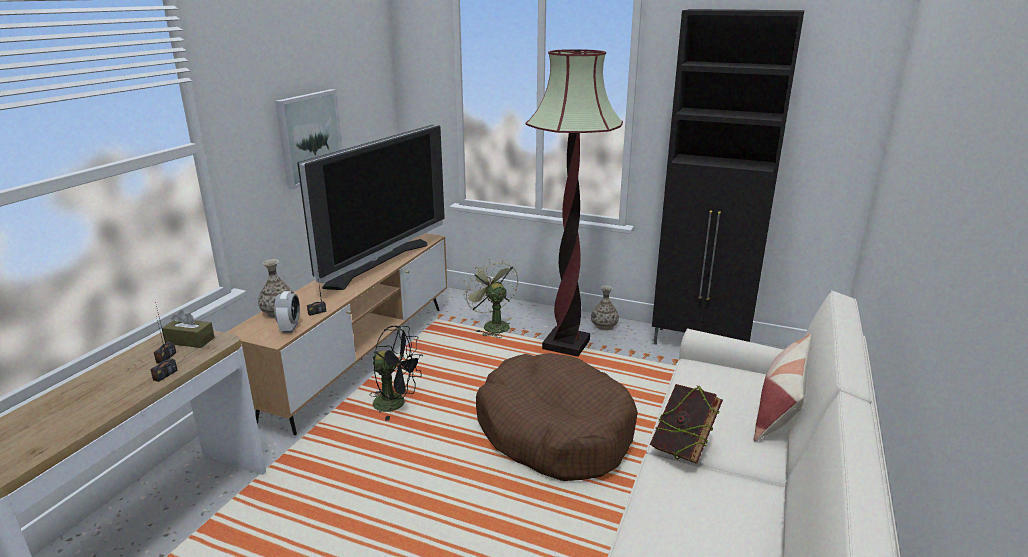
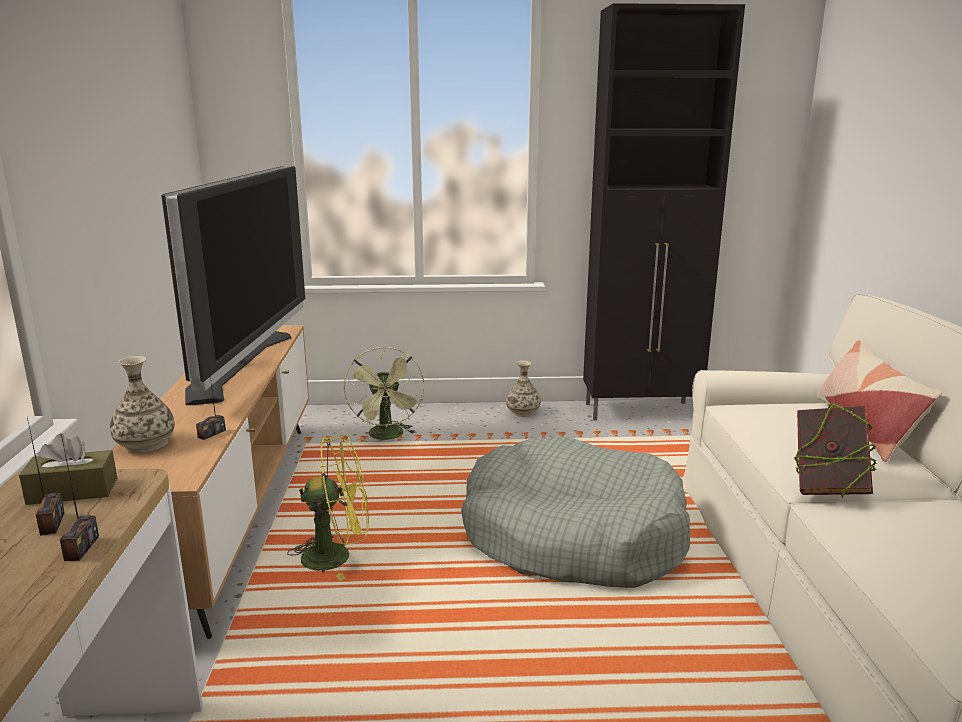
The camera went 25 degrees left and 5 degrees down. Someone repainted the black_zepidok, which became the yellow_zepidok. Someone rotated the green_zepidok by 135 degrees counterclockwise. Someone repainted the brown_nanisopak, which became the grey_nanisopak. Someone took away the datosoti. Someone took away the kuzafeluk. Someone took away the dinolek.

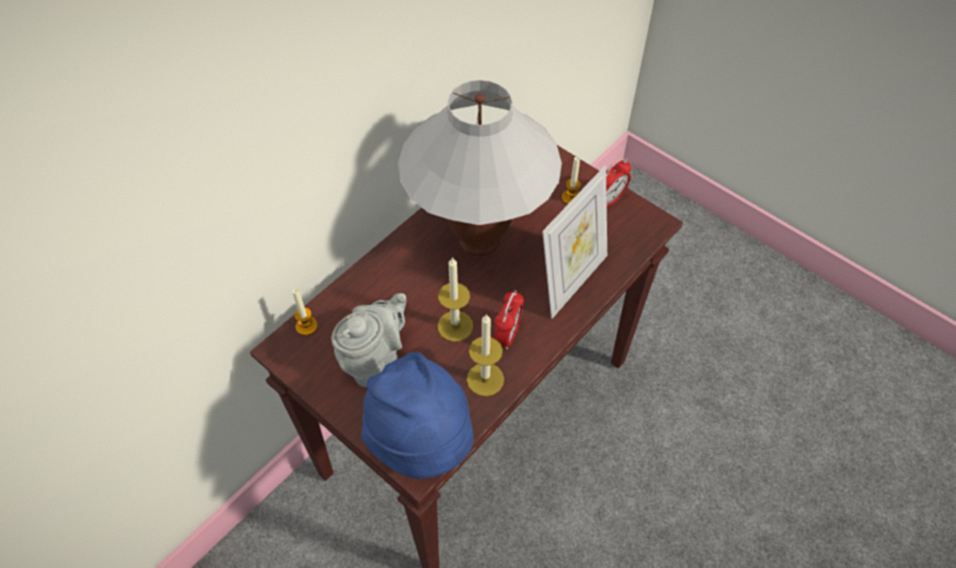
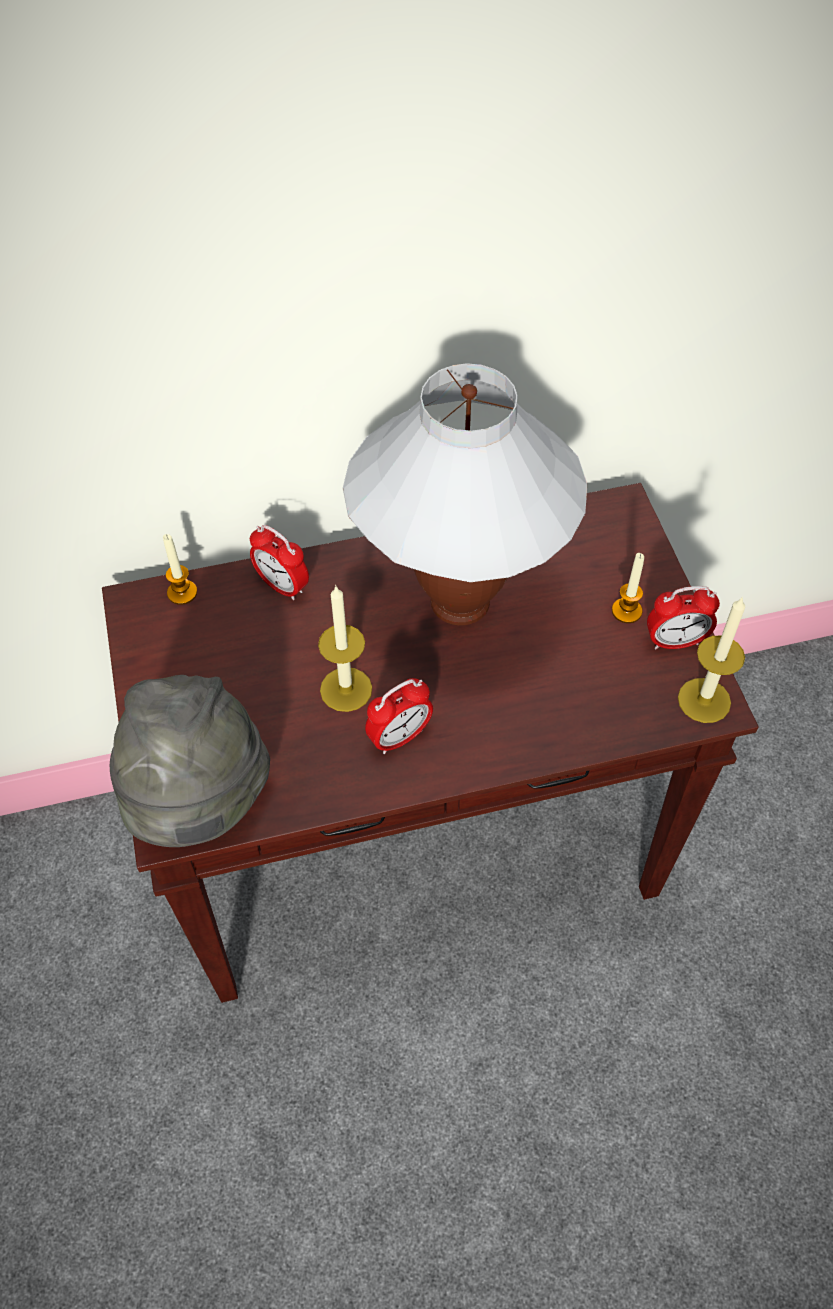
The camera went 35 degrees right and 0 degrees up. Someone repainted the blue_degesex, which became the grey_degesex. Someone put down the datosoti (no. 1 from left). Someone carried the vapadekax (no. 3 from left in the first image). Someone took away the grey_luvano. Someone took away the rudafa.

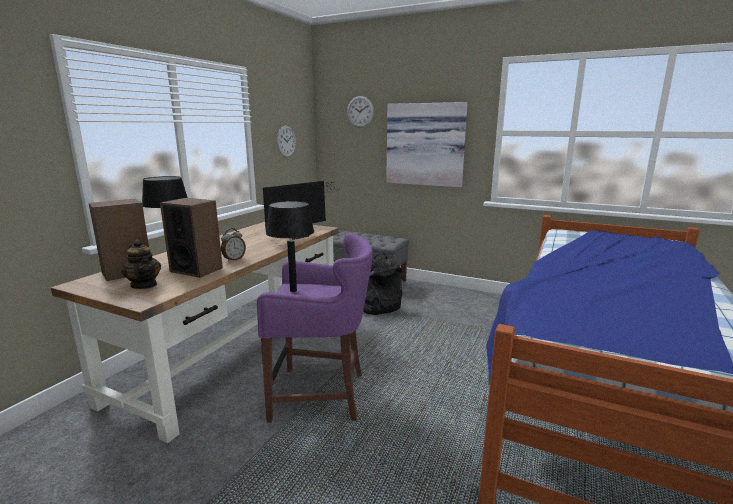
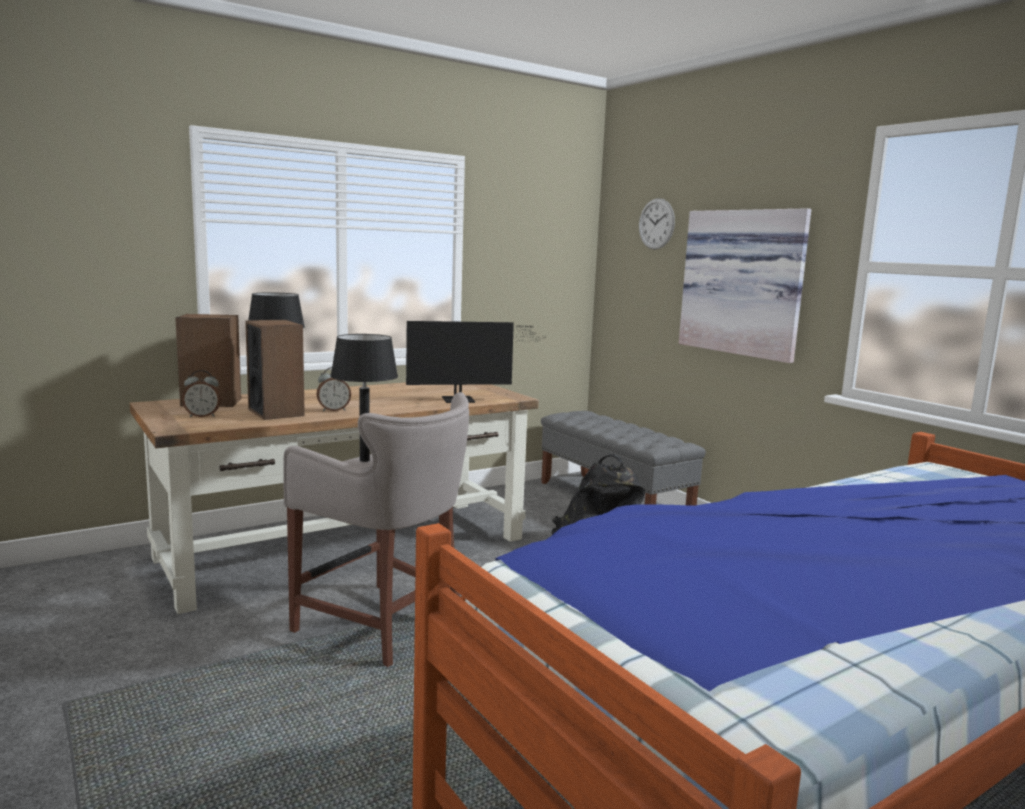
The camera went 30 degrees right and 5 degrees down. Someone swapped the luvano for the datosoti (no. 1 from left). Someone repainted the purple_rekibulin, which became the grey_rekibulin. Someone took away the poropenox (no. 1 from left).

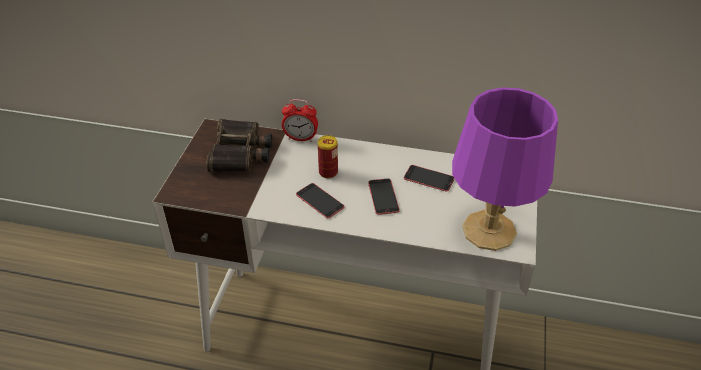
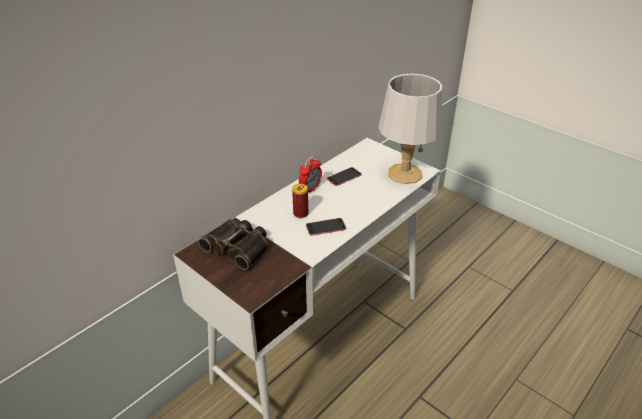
The camera went 60 degrees left and 5 degrees down. Someone carried the datosoti. Someone repainted the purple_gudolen, which became the grey_gudolen. Someone took away the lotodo (no. 2 from left).

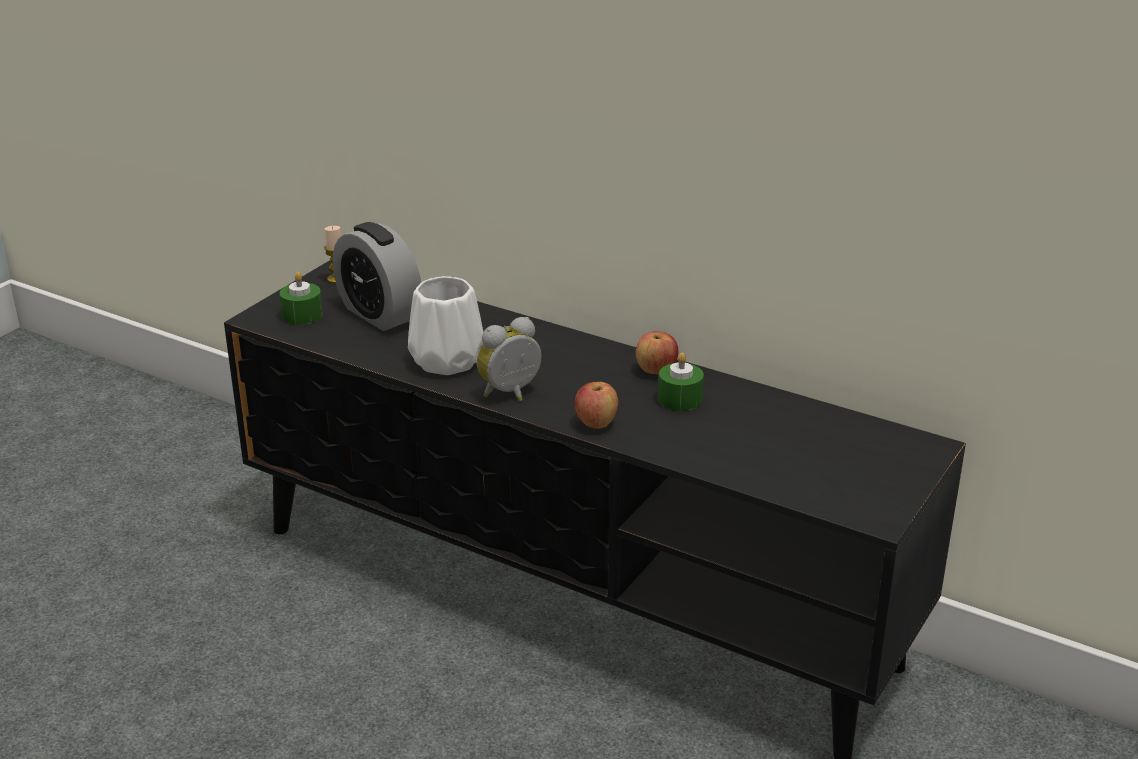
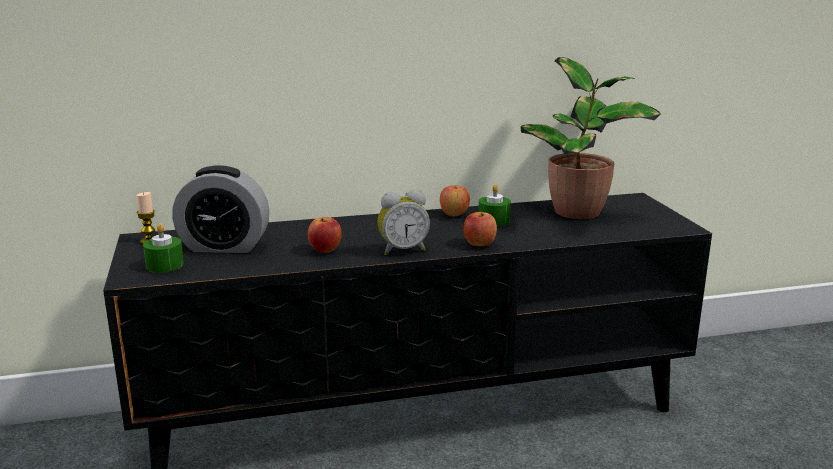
The camera went 45 degrees left and 10 degrees down. Someone swapped the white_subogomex for the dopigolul (no. 1 from left). Someone rotated the datosoti (no. 2 from left) by 120 degrees counterclockwise. Someone put down the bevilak.

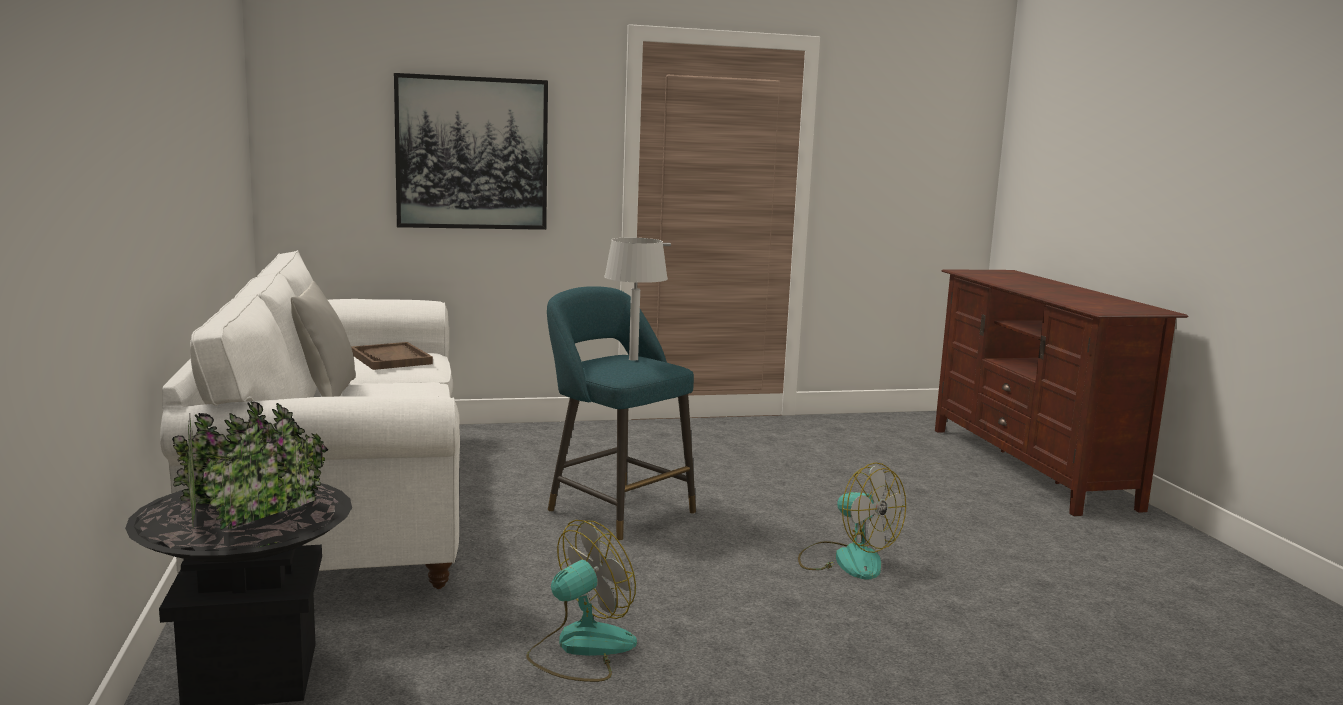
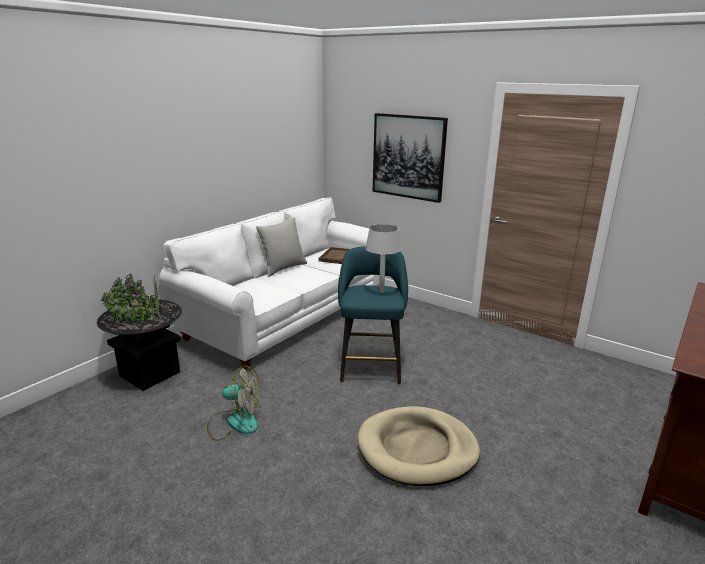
The camera went 50 degrees right and 10 degrees up. Someone swapped the zepidok (no. 2 from left) for the beige_nanisopak.

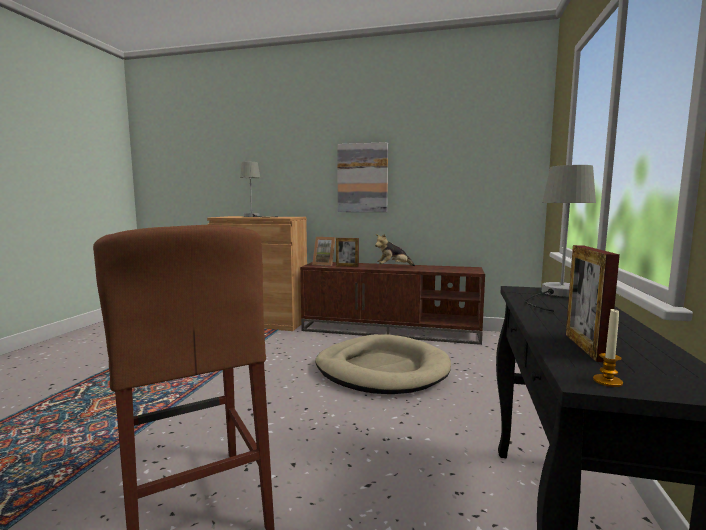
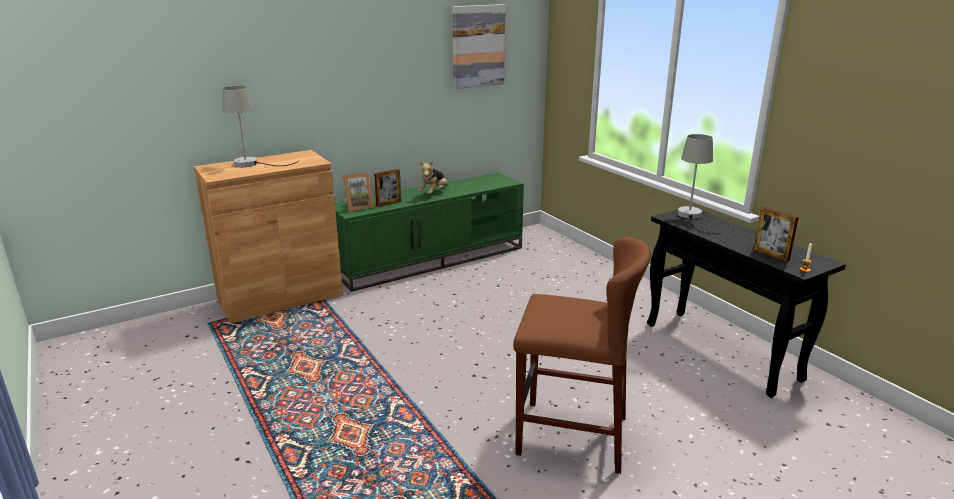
The camera went 45 degrees left and 15 degrees up. Someone repainted the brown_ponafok, which became the green_ponafok. Someone carried the kuzafeluk. Someone took away the beige_nanisopak.

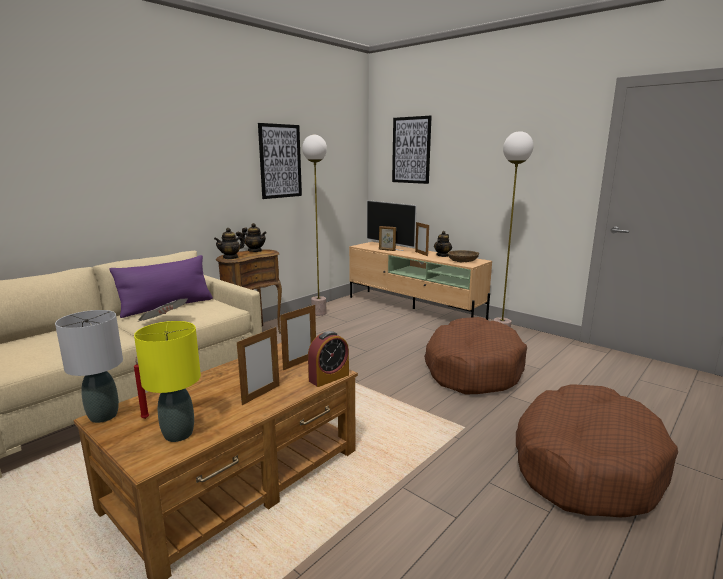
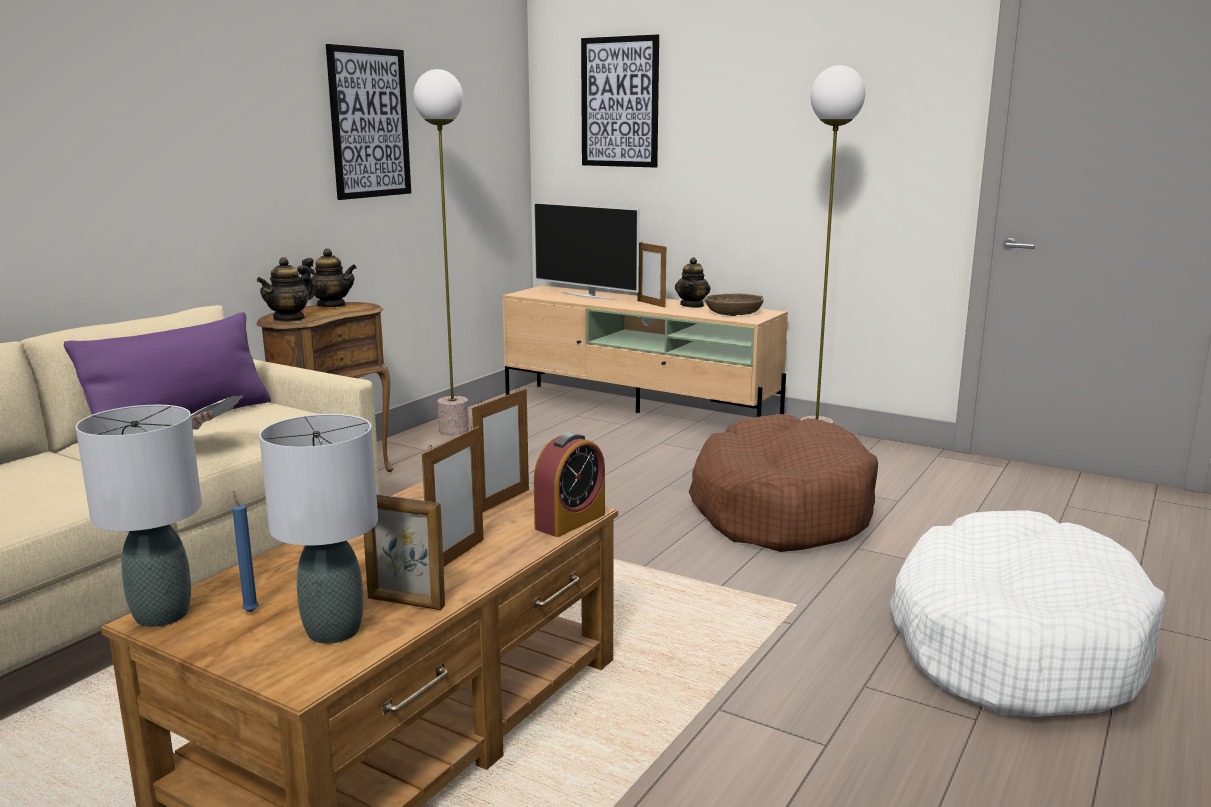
The camera went 10 degrees left and 0 degrees up. Someone repainted the red_vapadekax, which became the blue_vapadekax. Someone repainted the yellow_gudolen, which became the grey_gudolen (no. 2 from left). Someone carried the rudafa (no. 3 from left in the first image). Someone repainted the brown_nanisopak (no. 2 from left), which became the white_nanisopak.

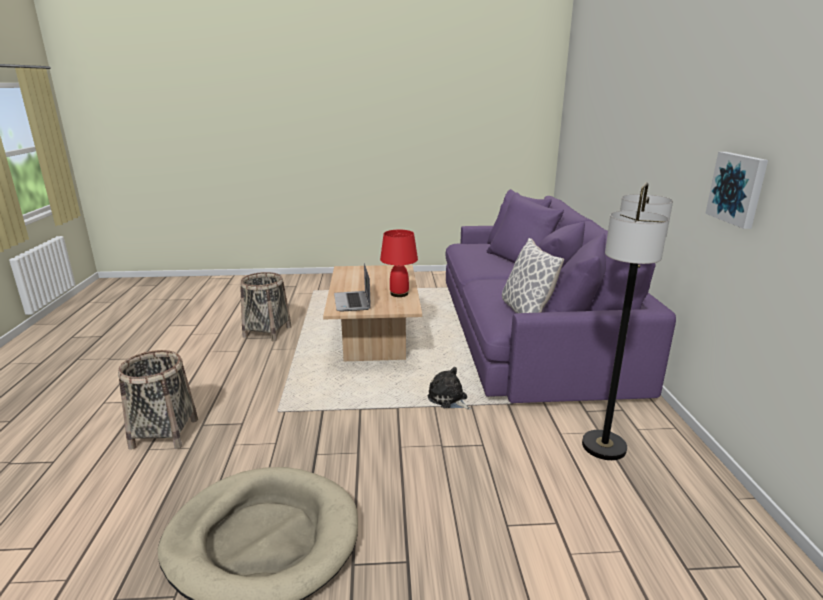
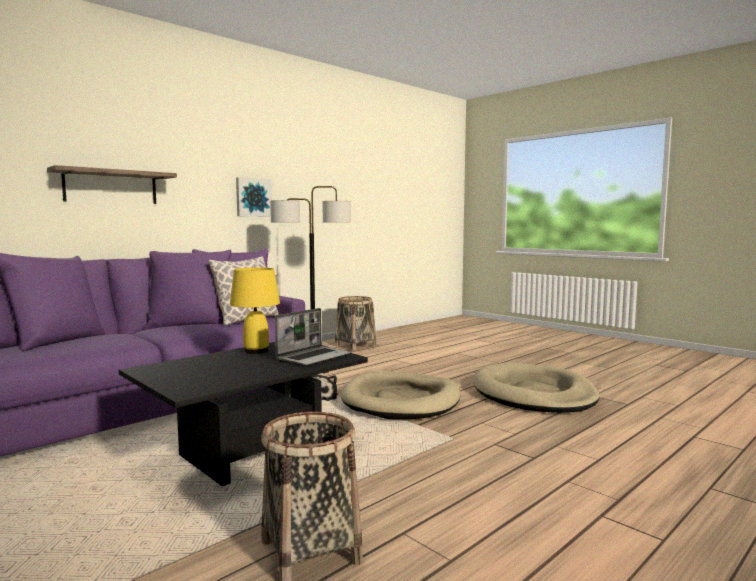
The camera went 130 degrees left and 15 degrees down. Someone put up the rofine. Someone repainted the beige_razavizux, which became the black_razavizux. Someone repainted the red_gudolen, which became the yellow_gudolen. Someone carried the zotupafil (no. 1 from left in the first image). Someone put down the beige_nanisopak (no. 1 from left).

